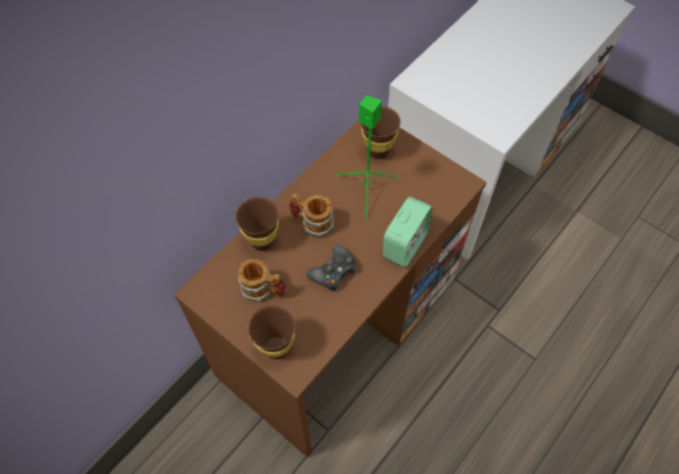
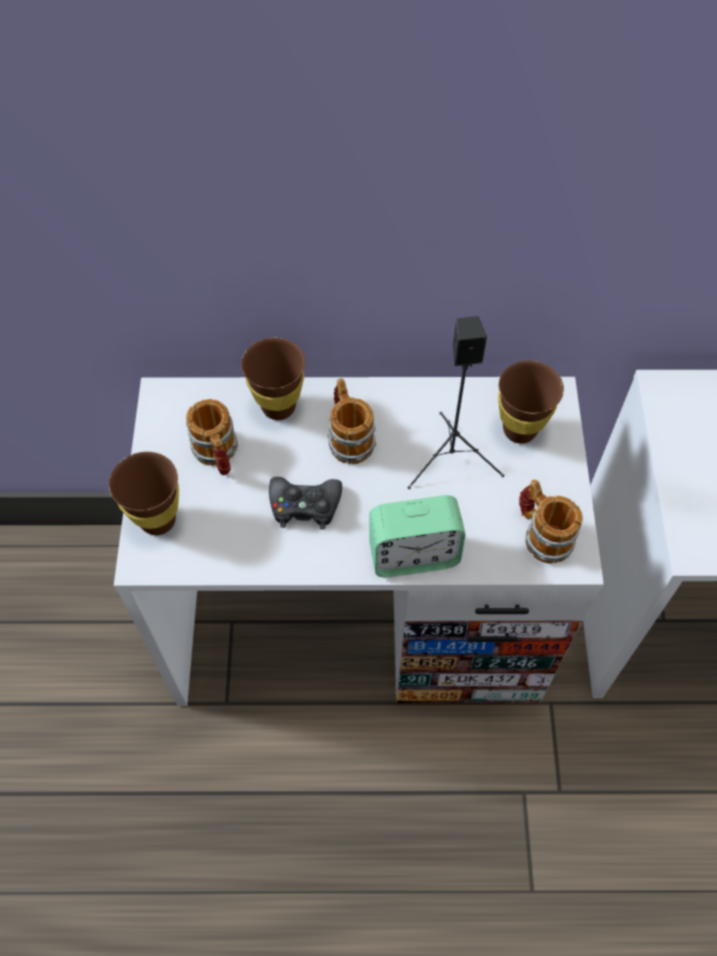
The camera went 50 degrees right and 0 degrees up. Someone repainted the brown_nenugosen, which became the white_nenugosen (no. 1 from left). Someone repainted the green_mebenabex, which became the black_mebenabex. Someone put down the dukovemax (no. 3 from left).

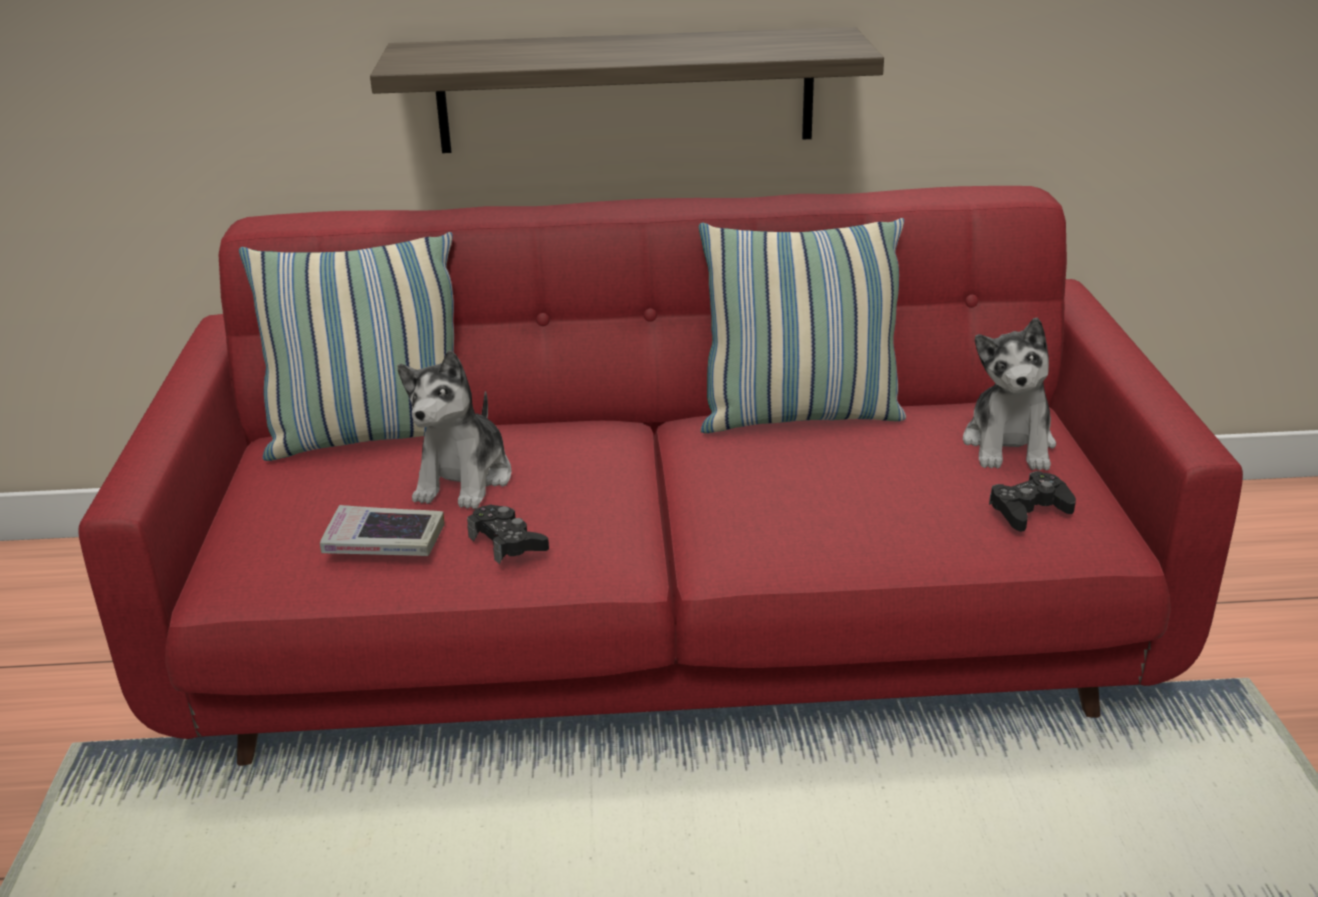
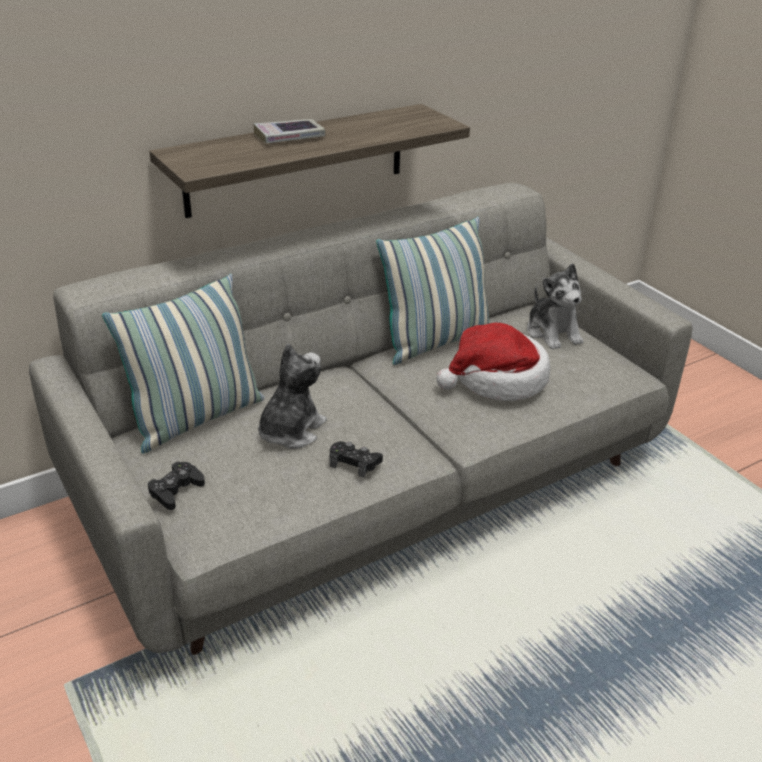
The camera went 30 degrees left and 5 degrees up. Someone repainted the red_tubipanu, which became the grey_tubipanu. Someone carried the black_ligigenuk (no. 2 from left in the first image). Someone carried the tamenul. Someone rotated the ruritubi (no. 1 from left) by 135 degrees counterclockwise. Someone put down the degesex.

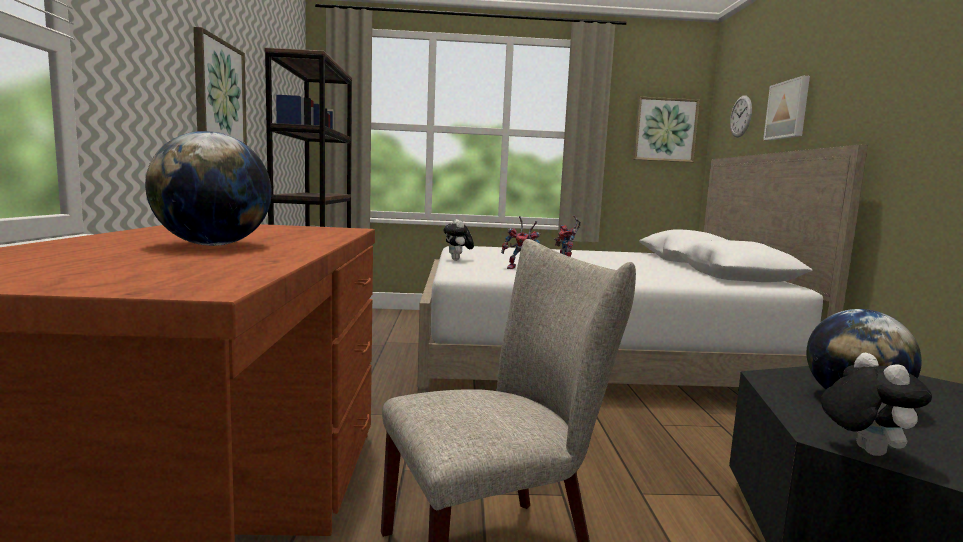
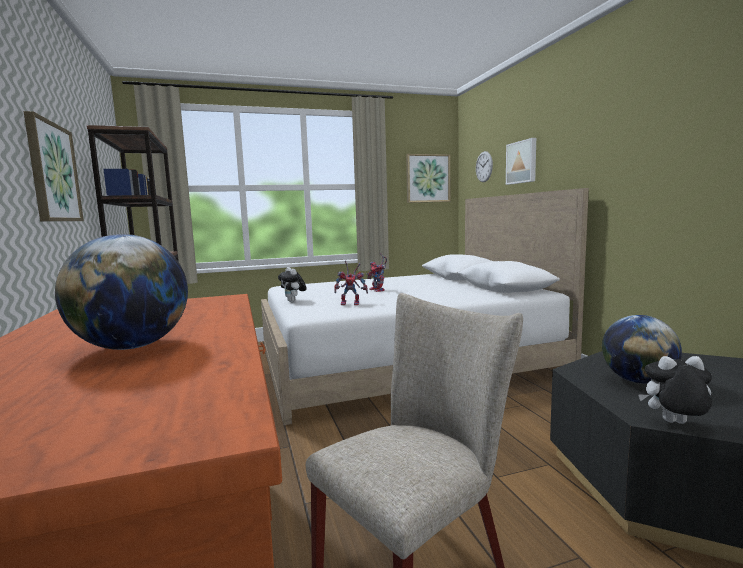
The camera went 15 degrees left and 0 degrees up. Someone rotated the ruritubi (no. 2 from left) by 60 degrees counterclockwise.

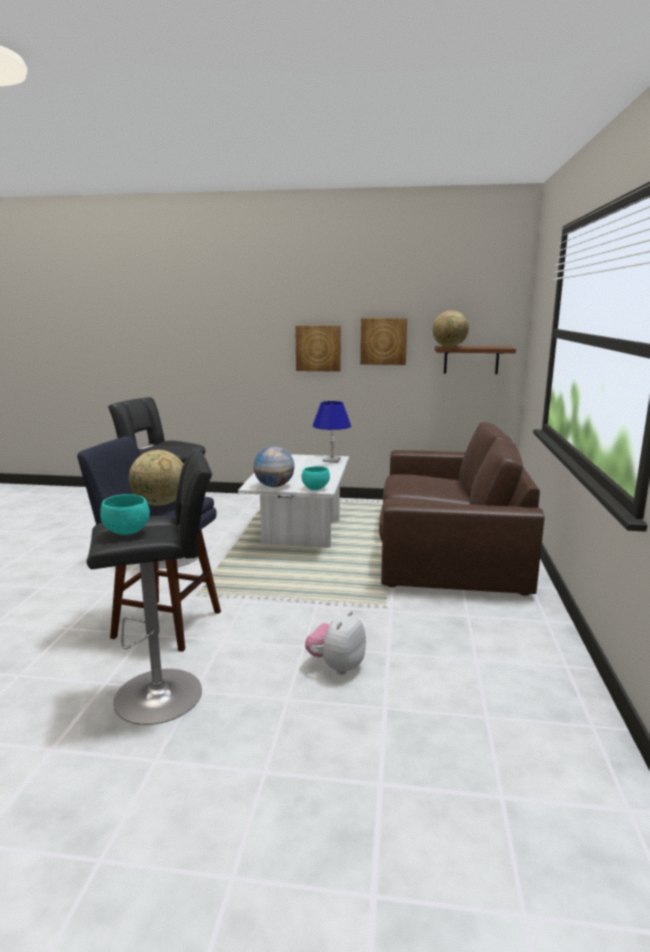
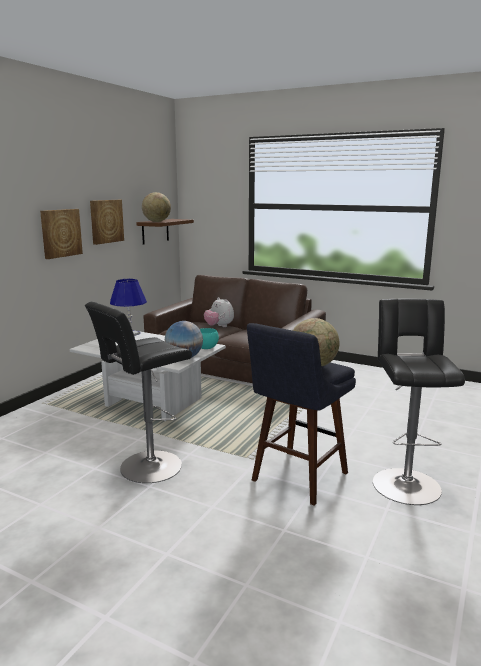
The camera went 70 degrees left and 0 degrees up. Someone carried the ruritubi. Someone took away the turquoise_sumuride (no. 1 from left).

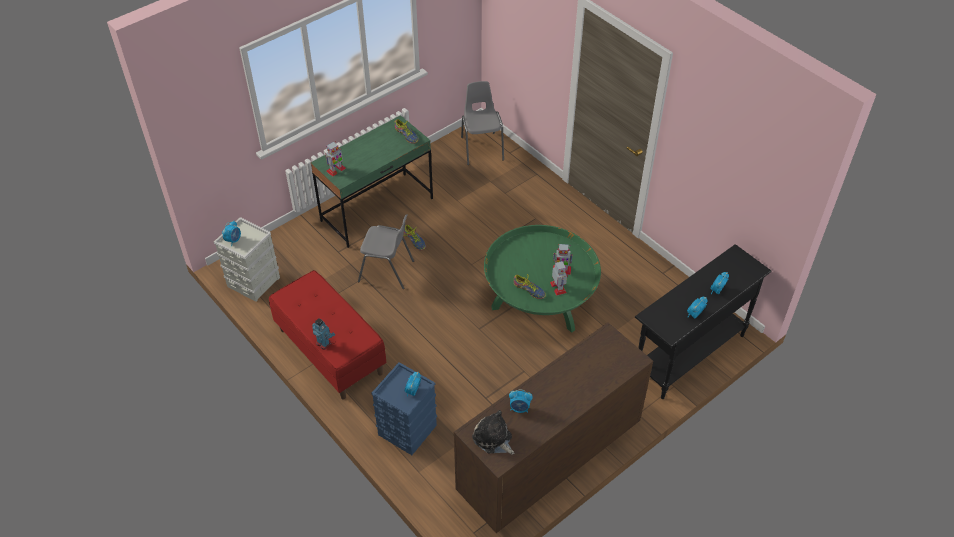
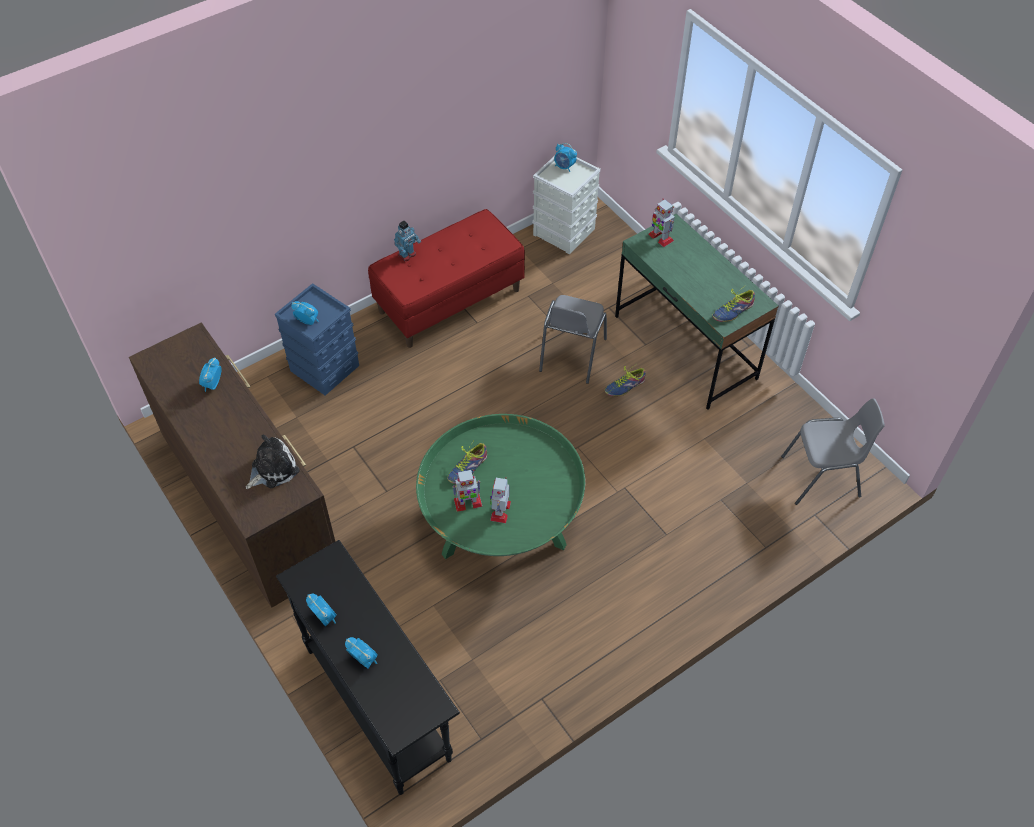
The camera went 95 degrees right and 5 degrees up. Someone carried the ruritubi.

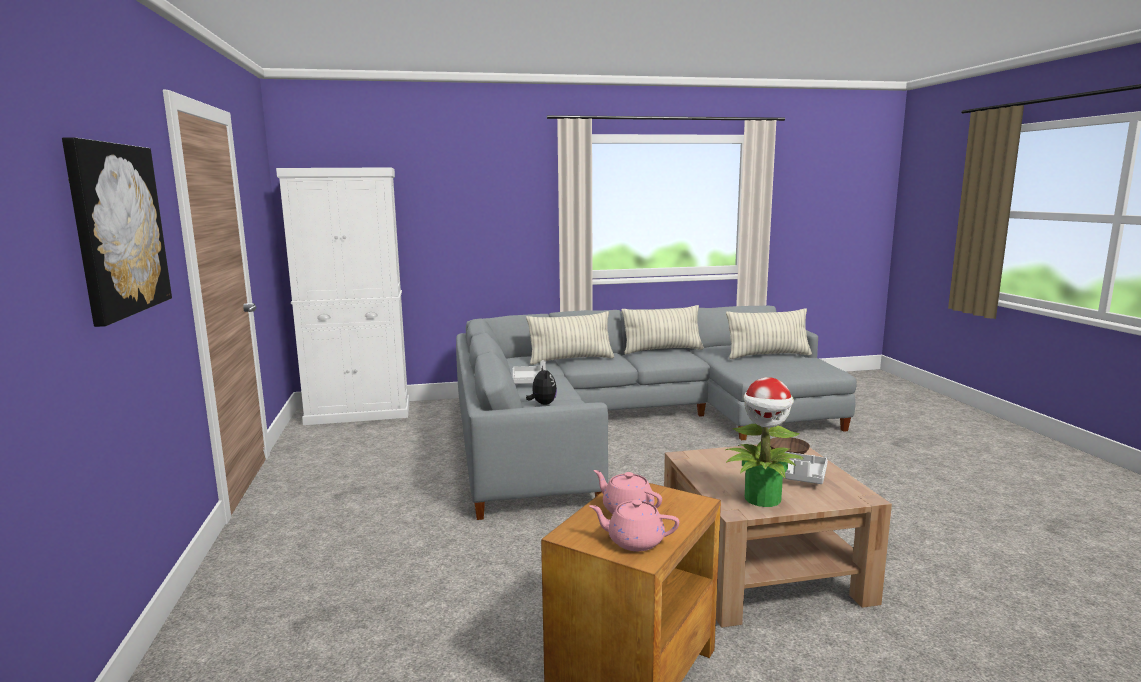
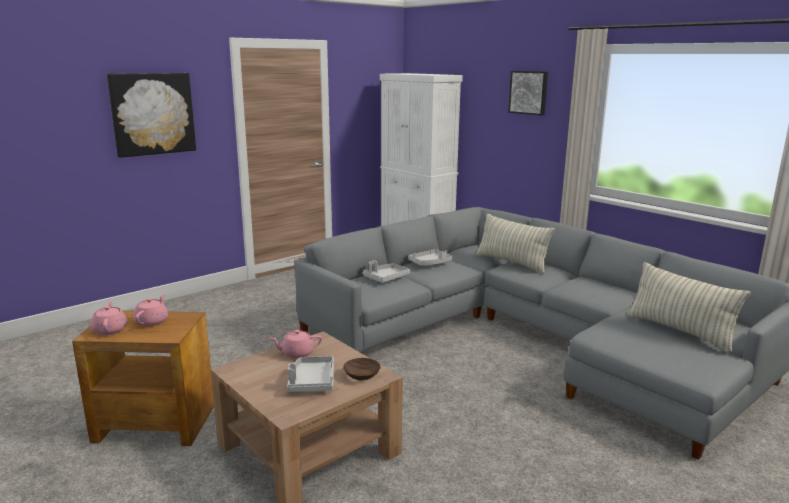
The camera went 60 degrees right and 5 degrees up. Someone put down the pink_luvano (no. 3 from left). Someone swapped the ruritubi for the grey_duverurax (no. 2 from left). Someone put up the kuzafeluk (no. 2 from left). Someone took away the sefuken (no. 2 from left). Someone took away the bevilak.

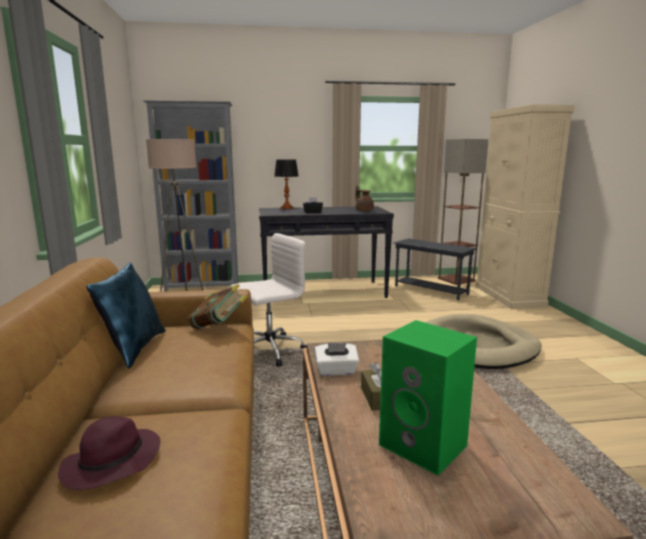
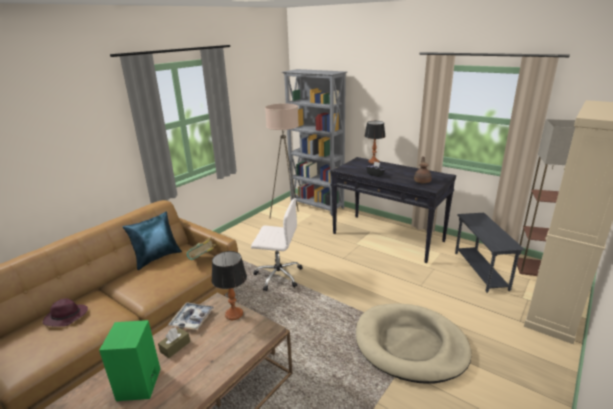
The camera went 45 degrees right and 10 degrees up. Someone swapped the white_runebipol for the duverurax. Someone put down the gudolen (no. 1 from left).

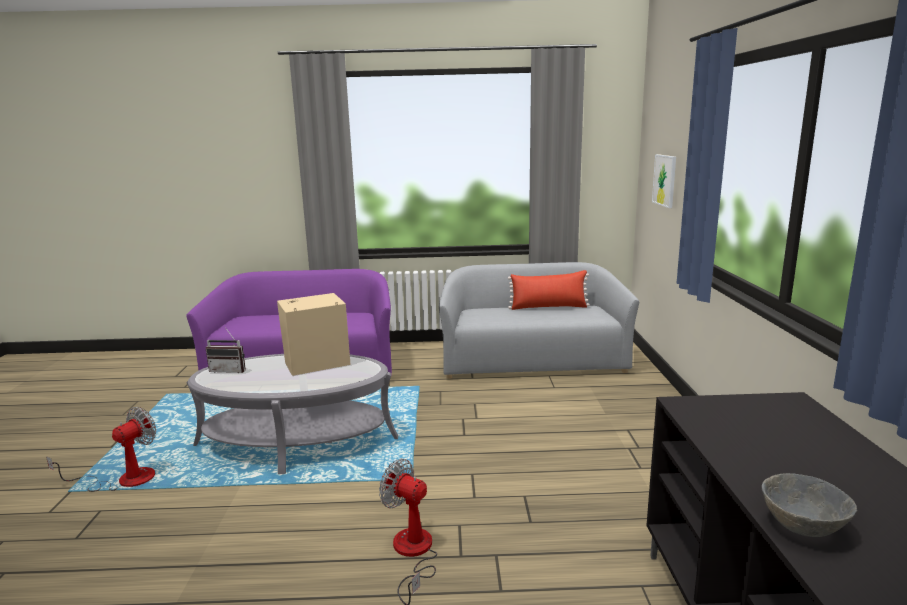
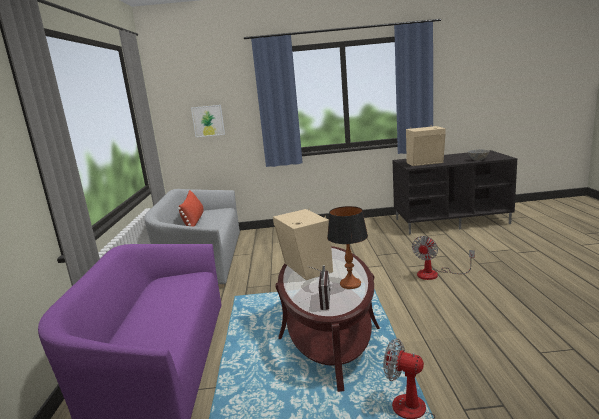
The camera went 90 degrees left and 0 degrees up. Someone repainted the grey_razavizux, which became the brown_razavizux. Someone put down the gudolen. Someone put down the beige_mebenabex (no. 2 from left).

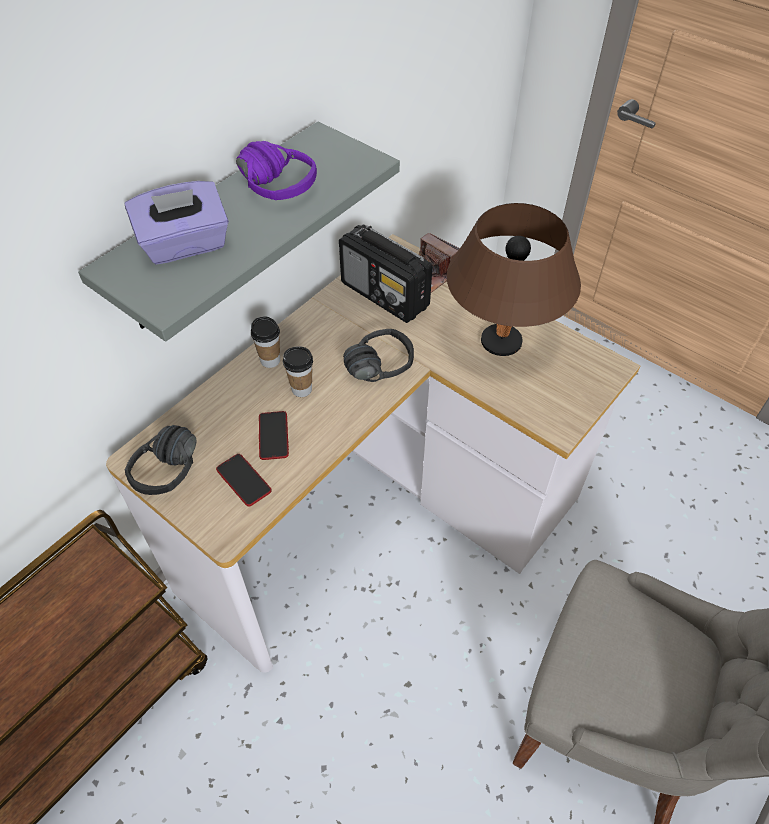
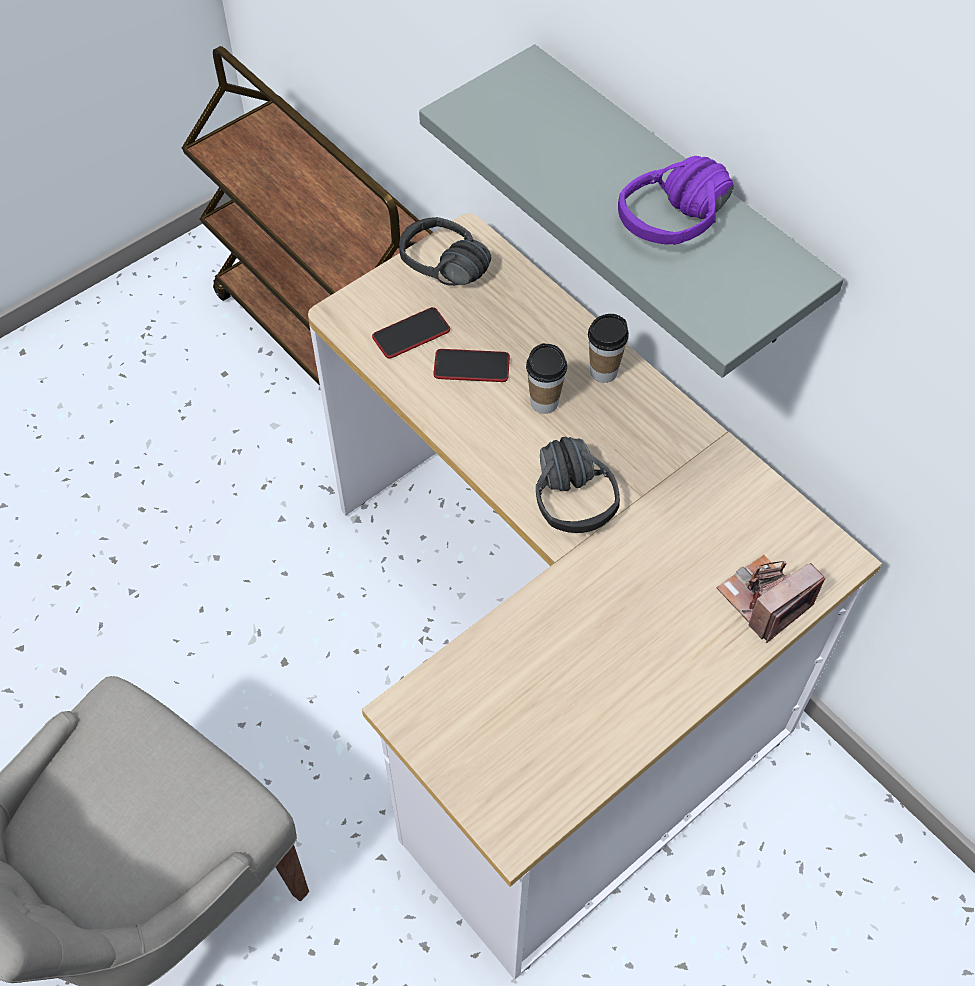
The camera went 100 degrees right and 5 degrees up. Someone took away the purple_runebipol. Someone took away the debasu. Someone took away the brown_gudolen.

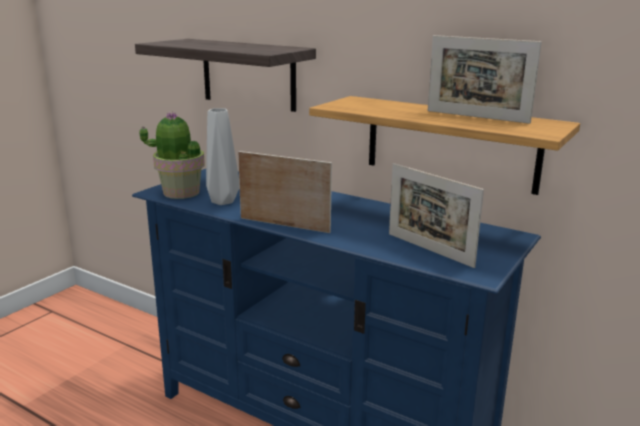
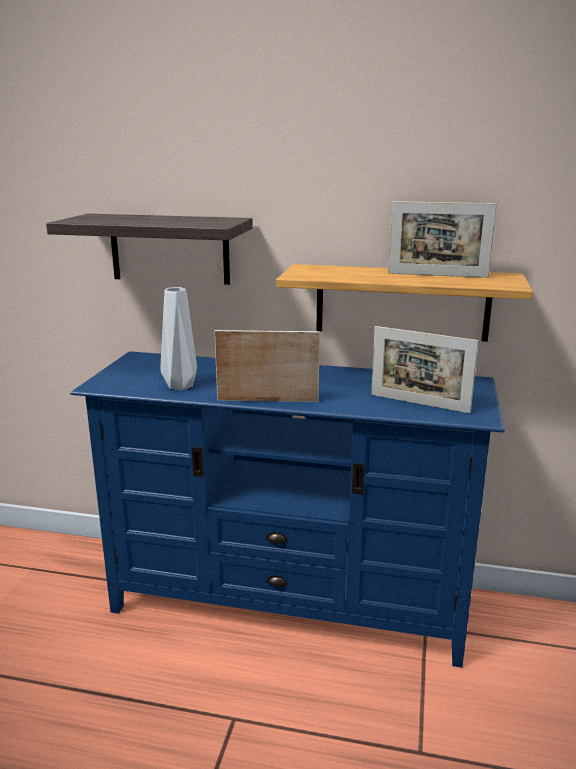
The camera went 20 degrees left and 0 degrees up. Someone took away the bevilak.

